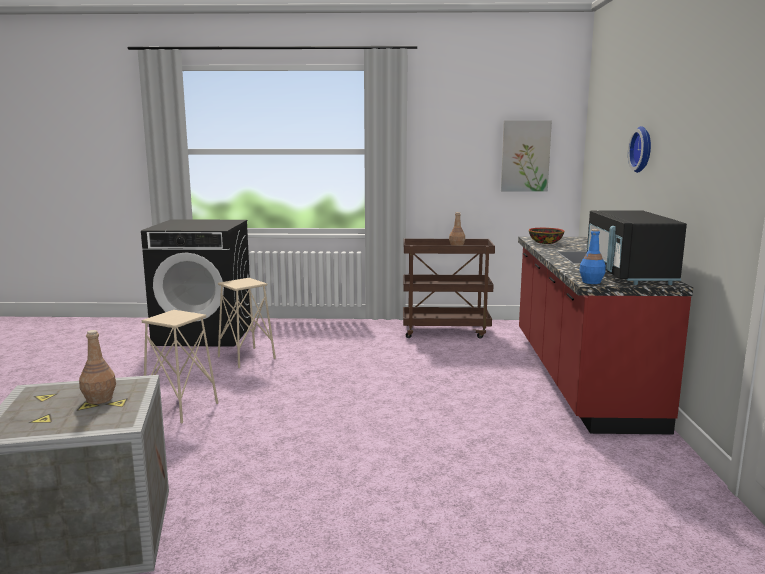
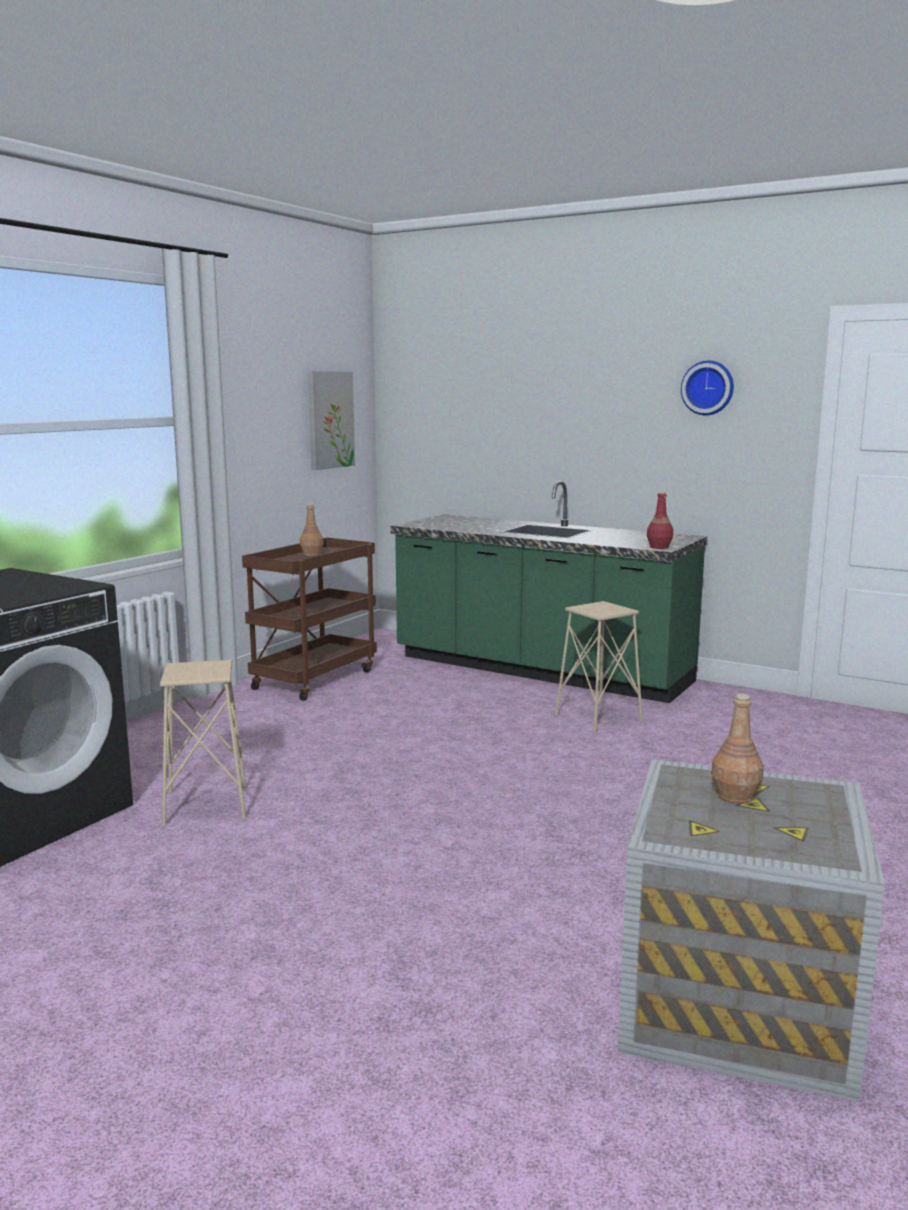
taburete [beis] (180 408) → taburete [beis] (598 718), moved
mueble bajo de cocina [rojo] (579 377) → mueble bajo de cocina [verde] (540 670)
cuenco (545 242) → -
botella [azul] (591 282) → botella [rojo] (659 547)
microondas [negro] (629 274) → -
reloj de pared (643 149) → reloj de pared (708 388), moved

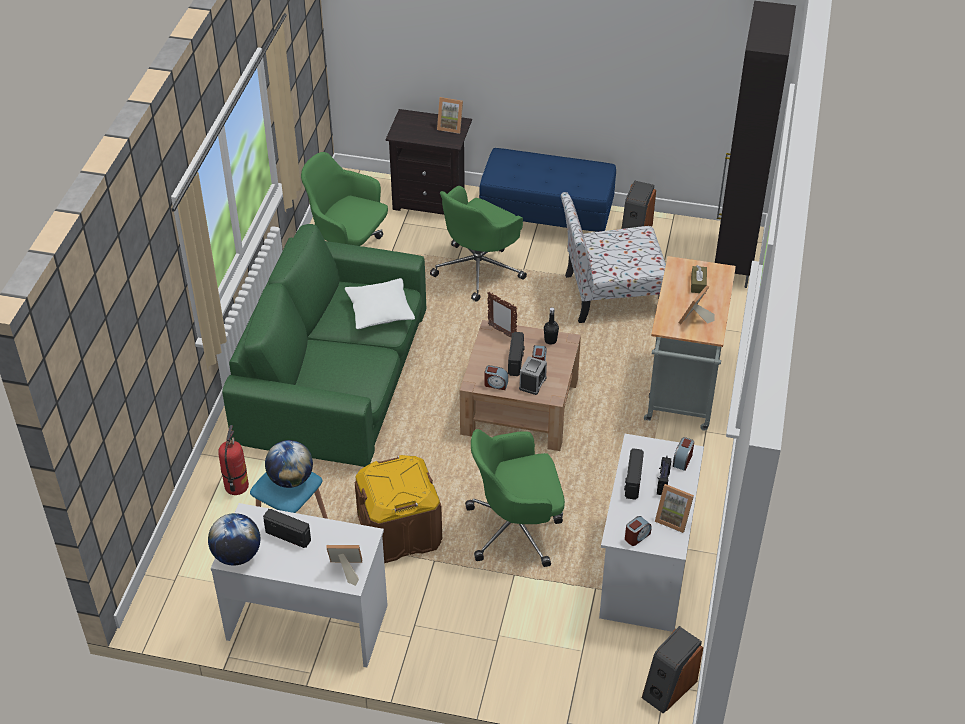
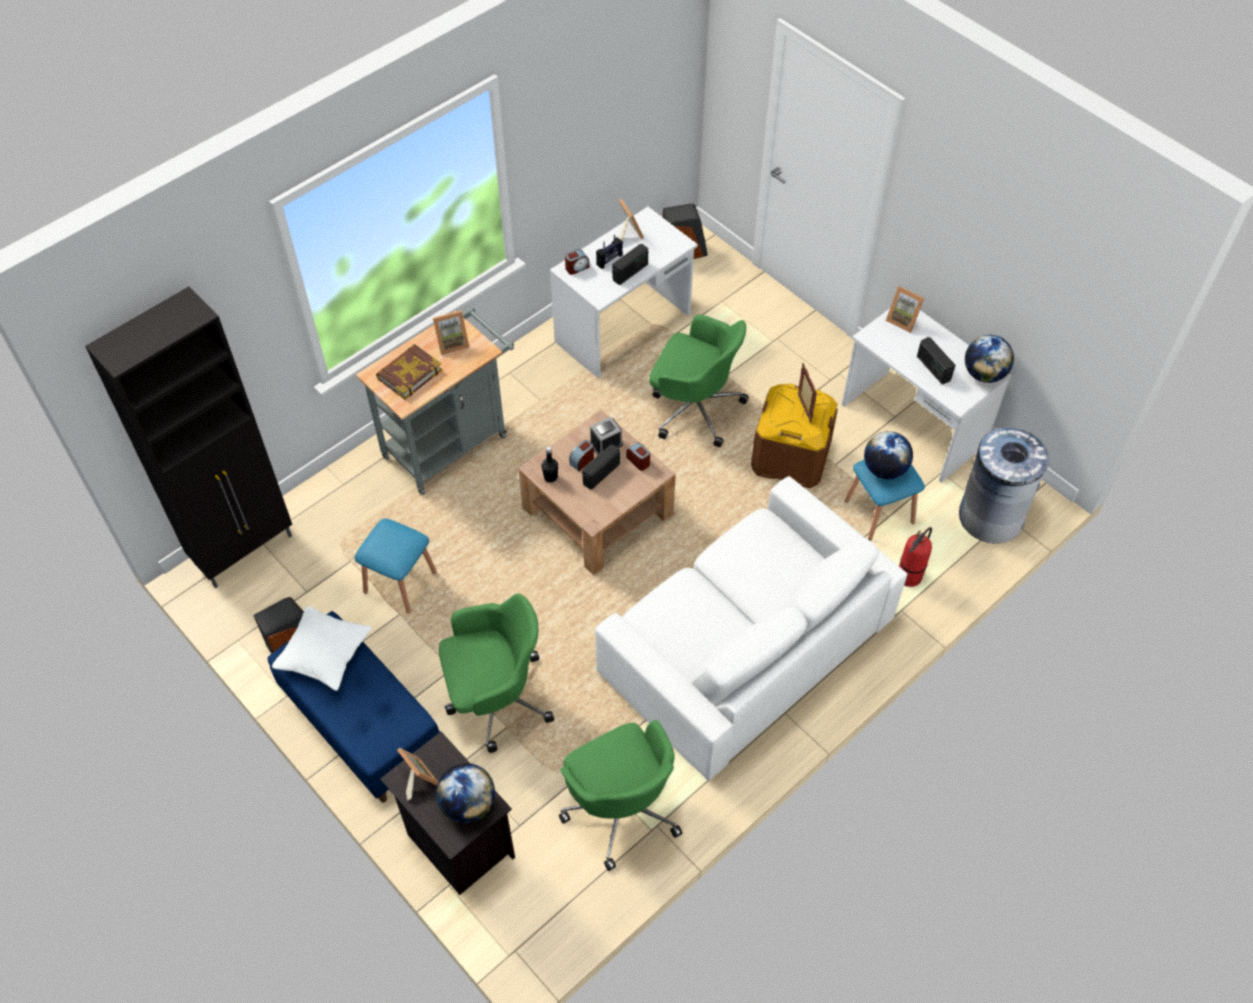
sofá [verde] (335 377) → sofá [blanco] (744 645)
cojín [blanco] (380 311) → cojín [blanco] (324 654), moved
portarretratos (502 332) → portarretratos (804 409), moved
silla (610 295) → taburete [azul] (400 582)
despertador (637 536) → -
caja de pañuelos [marrón] (698 284) → libro (409 374)
- → globo terráqueo (468 804)
- → papelera [gris] (990 516)

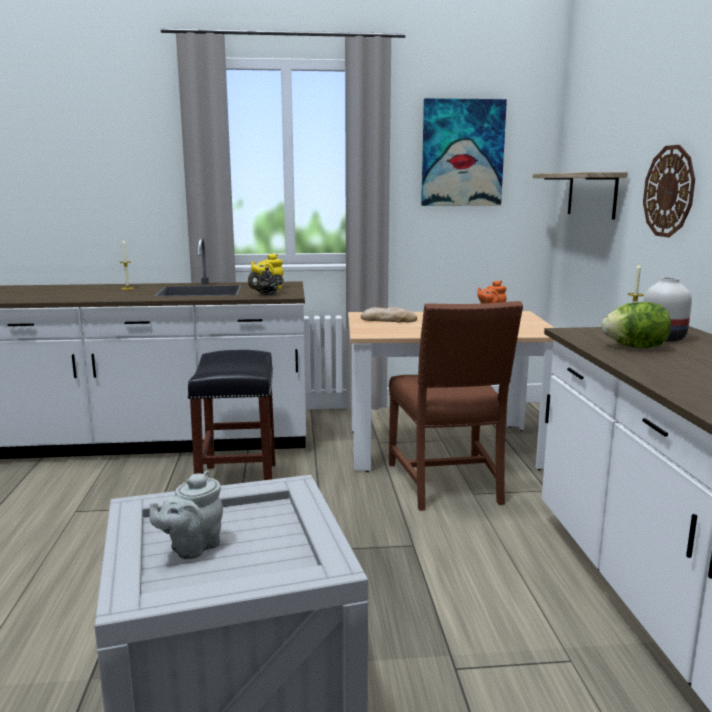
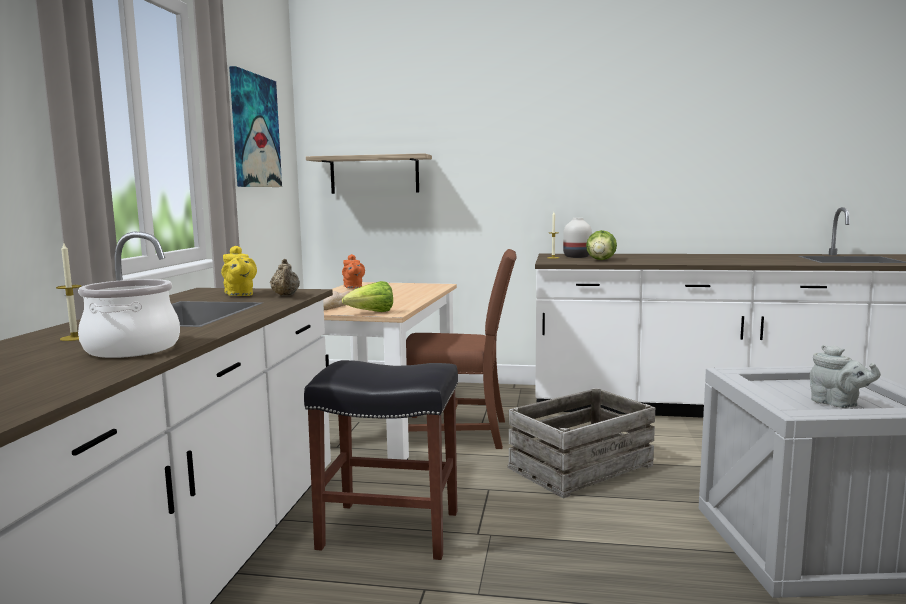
tetera [negro] (266 295) → tetera [beis] (285 295)
reloj de pared (669 191) → -
- → olla (131 349)
- → lechuga (371 313)
- → caja de embalaje (581 467)

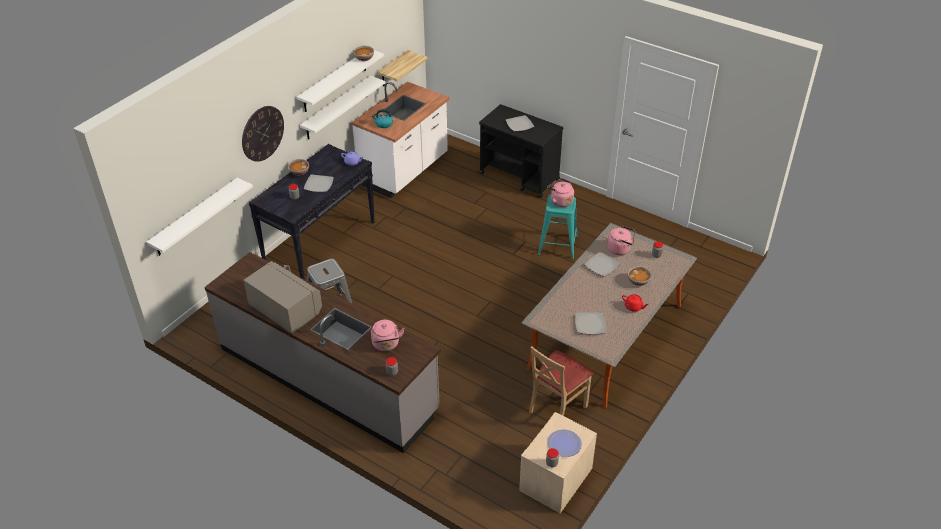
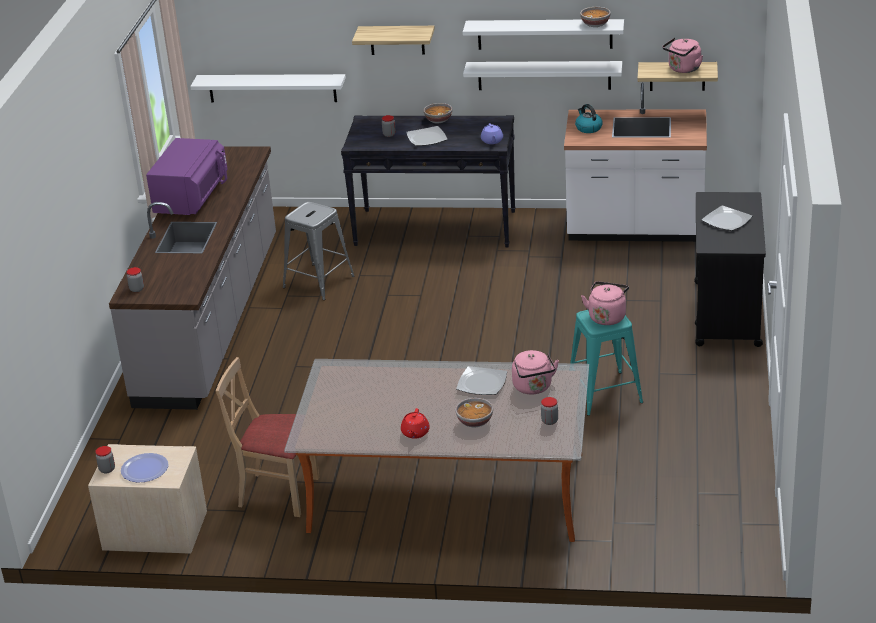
reloj de pared (262 133) → estante (397 40)
microondas [gris] (286 310) → microondas [morado] (192 198)
hervidor [rosa] (386 345) → hervidor [rosa] (683 69), moved
plato (590 324) → -

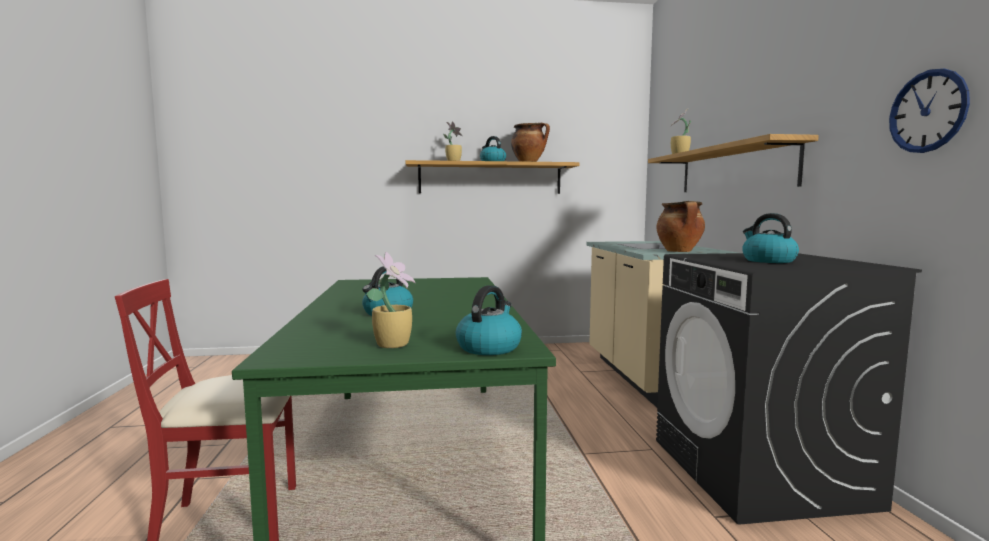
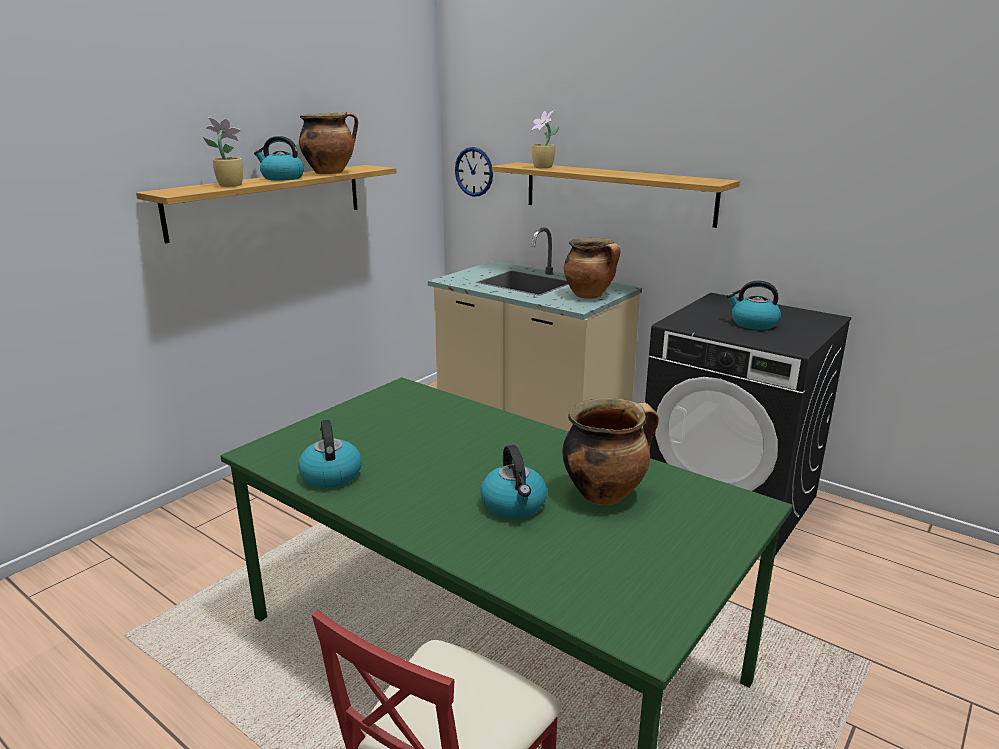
planta en maceta (394 344) → -
hervidor (489 347) → hervidor (331 475), moved
reloj de pared (927 111) → reloj de pared (474 172), moved
- → olla (605 493)

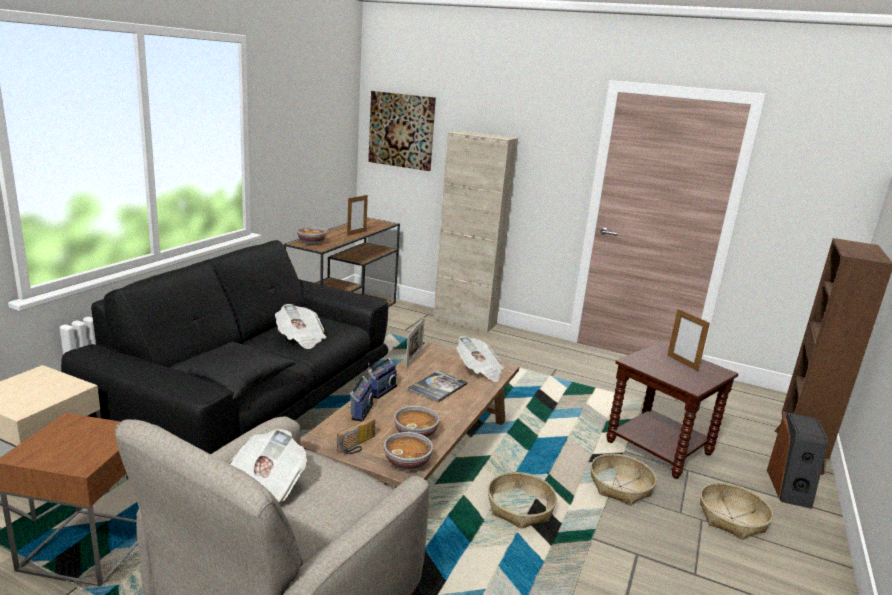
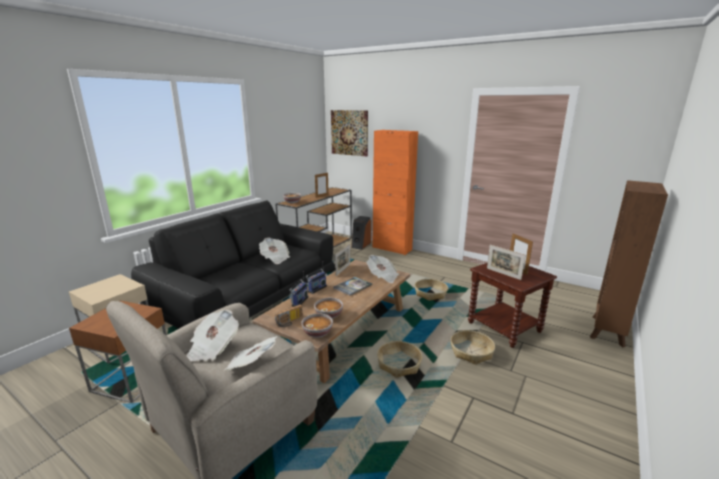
cojín [negro] (233 381) → -
armario [beis] (464 322) → armario [naranja] (392 248)
cesta (732 518) → cesta (430 294), moved
altavoz (790 488) → altavoz (360 245), moved
- → periódico (252 365)
- → portarretratos (503 274)

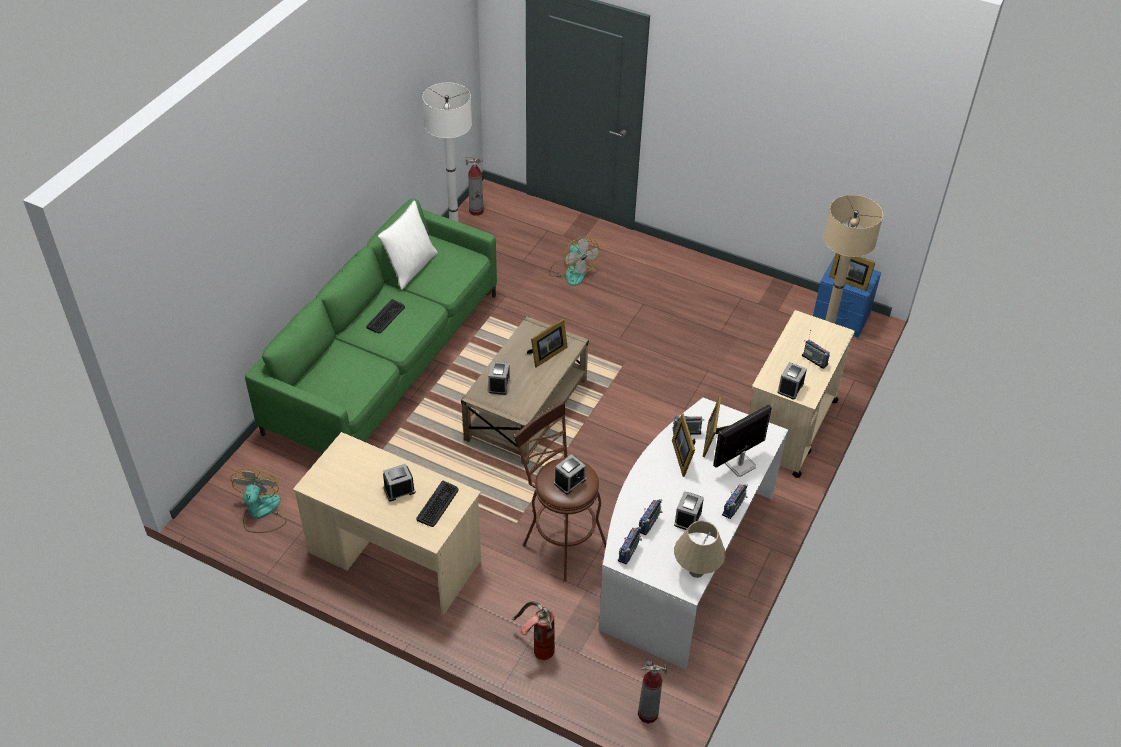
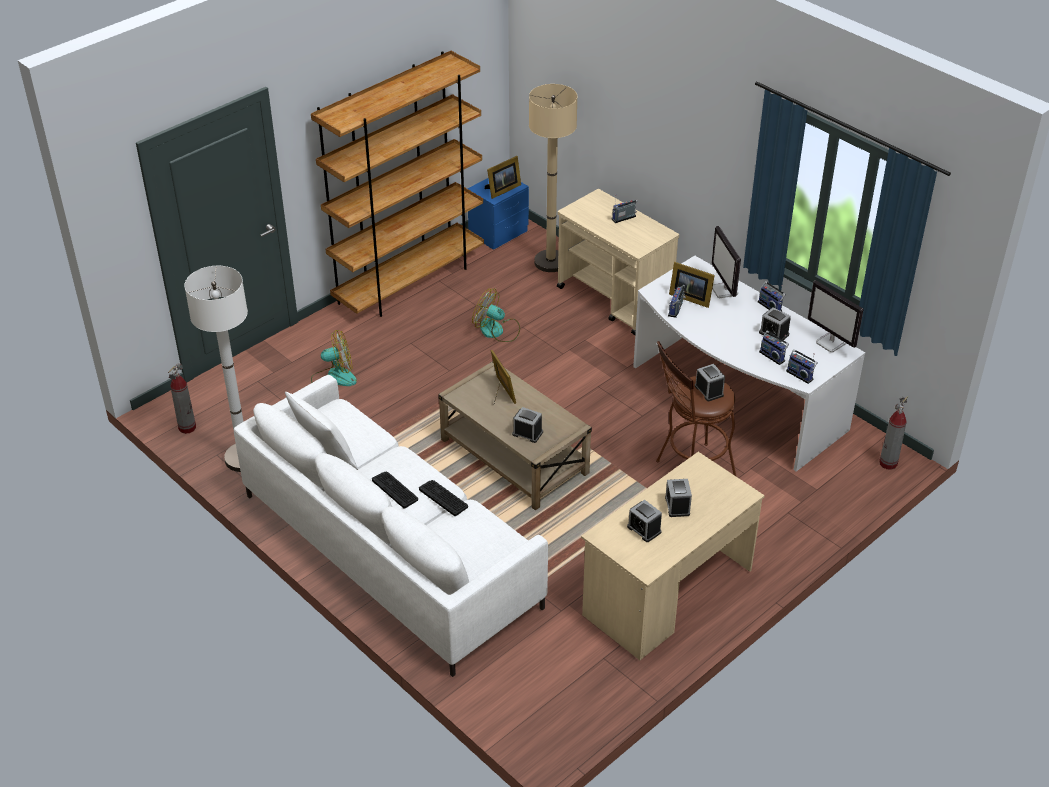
ventilador (261 513) → ventilador (497 331), moved
sofá [verde] (385 362) → sofá [blanco] (391 550)
teclado (438 504) → teclado (443 498), moved
extintor (536 647) → -
portarretratos (683 456) → -
lámpara de mesa [beis] (696 571) → monitor (831 343)
despertador (790 388) → despertador (644 529), moved
- → estantería [marrón] (409 282)

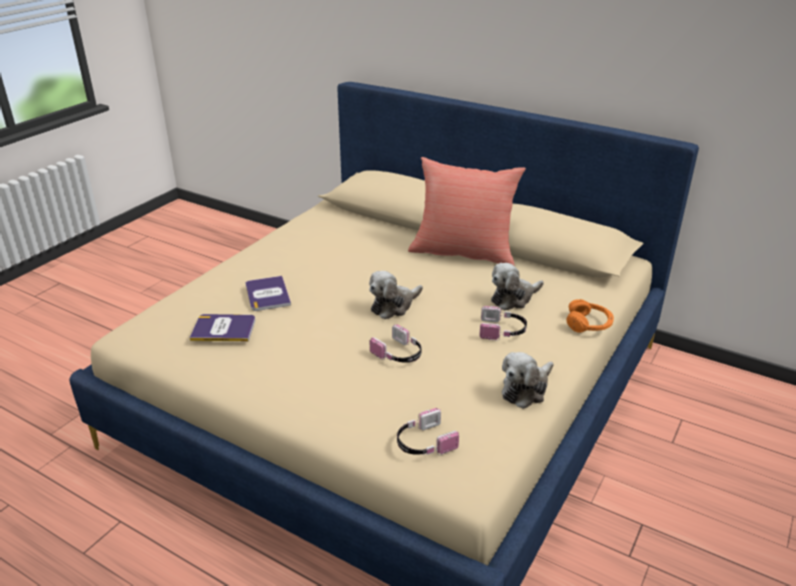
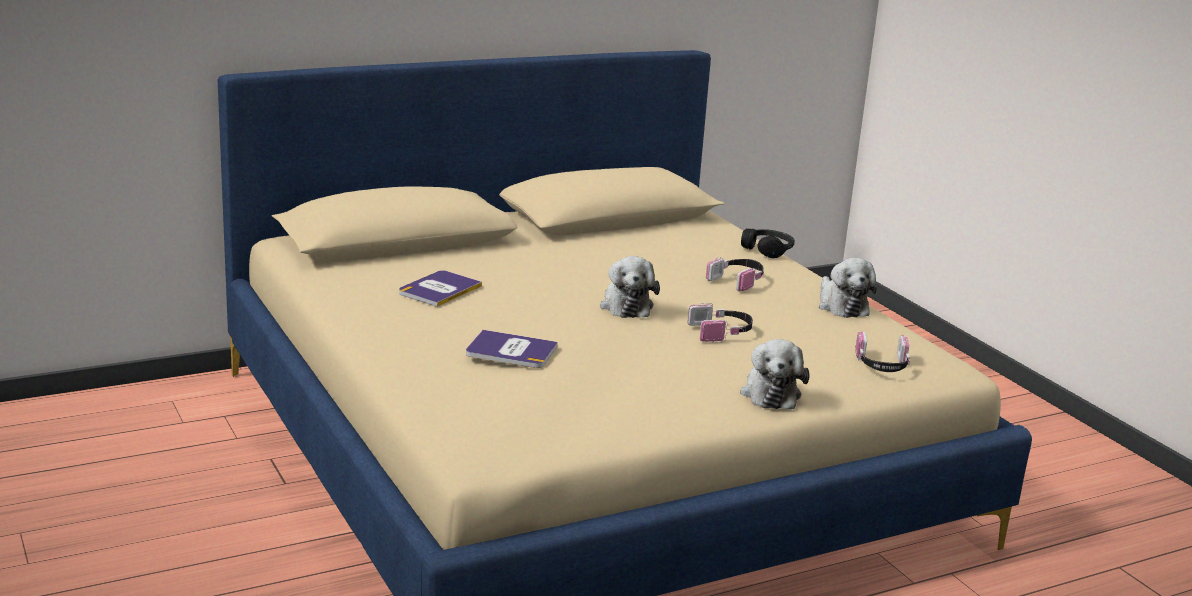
libro (224 329) → libro (439 289), moved
cojín [rojo] (463 252) → -
peluche (513 298) → peluche (770 393), moved
auriculares [naranja] (588 324) → auriculares [negro] (767 250)

